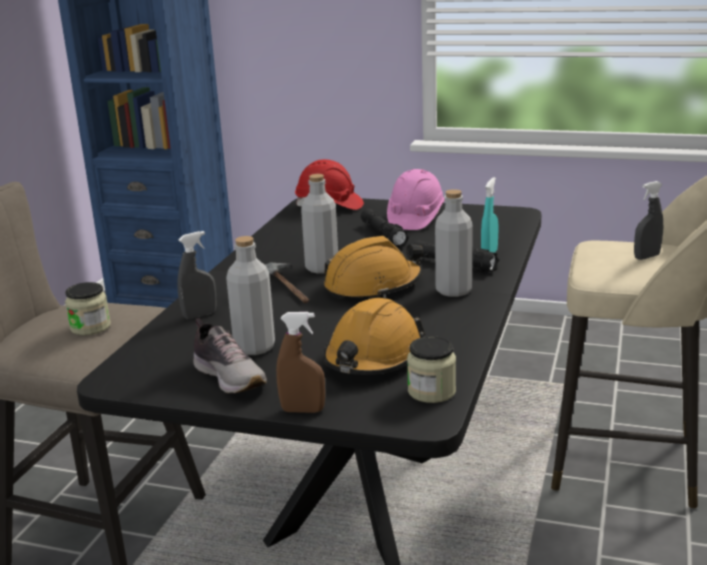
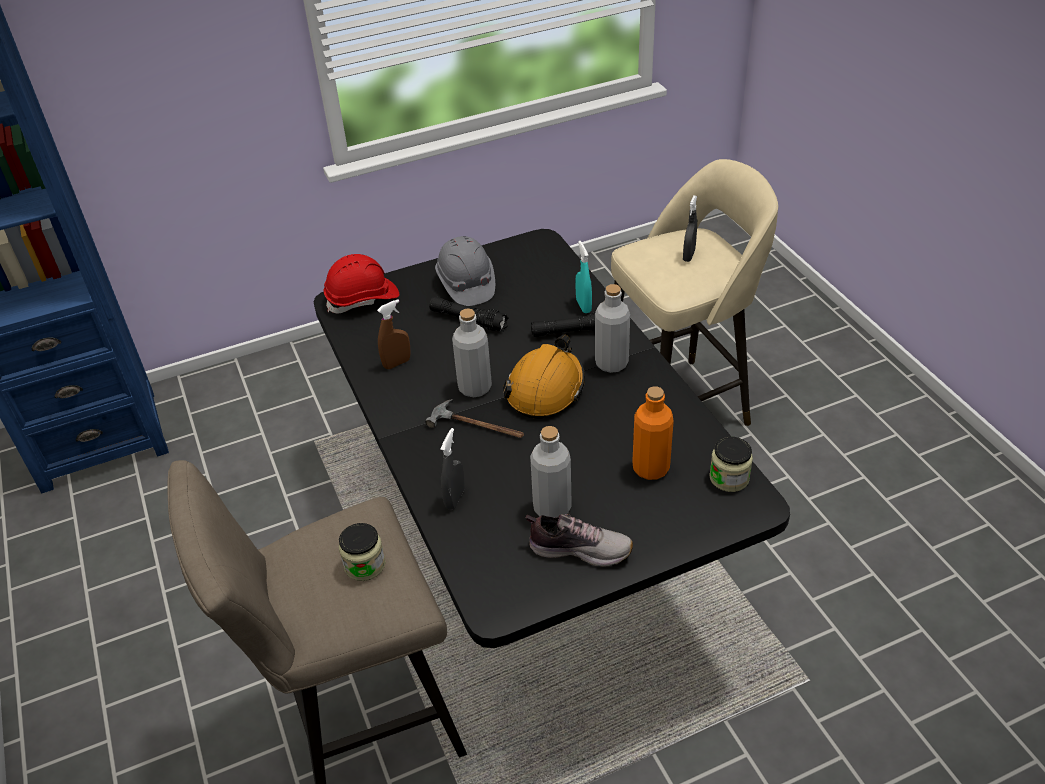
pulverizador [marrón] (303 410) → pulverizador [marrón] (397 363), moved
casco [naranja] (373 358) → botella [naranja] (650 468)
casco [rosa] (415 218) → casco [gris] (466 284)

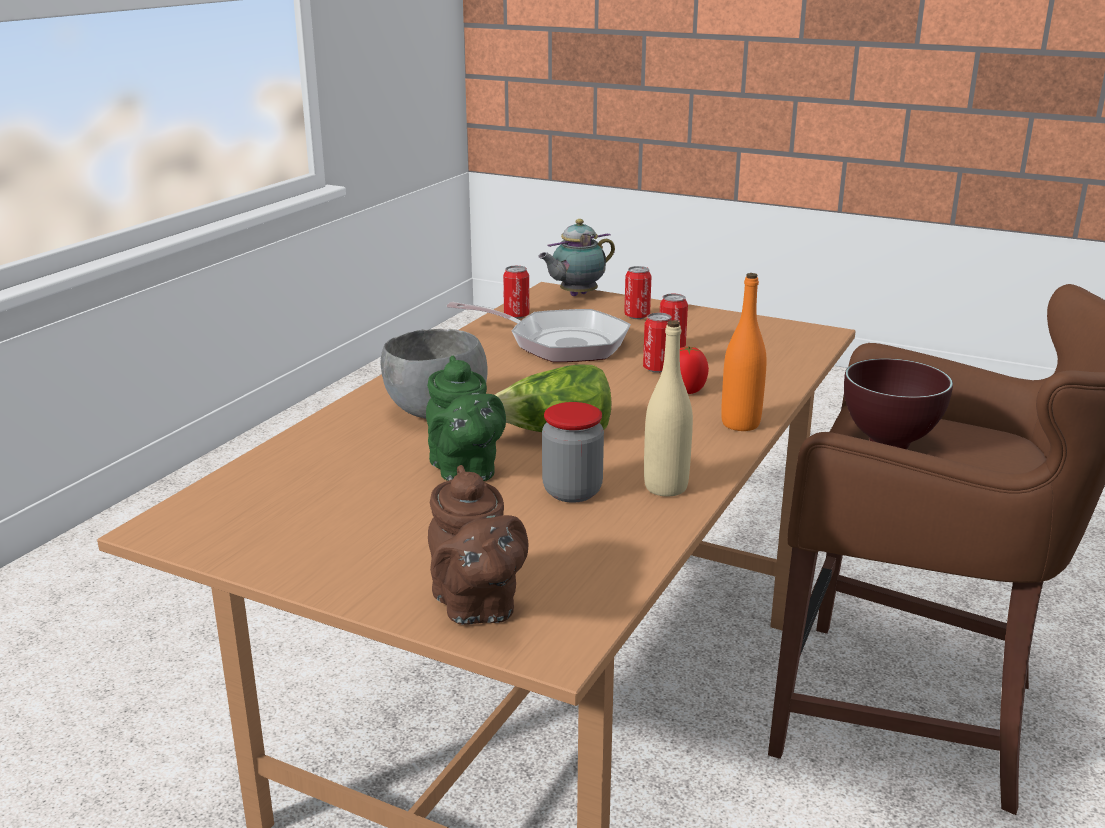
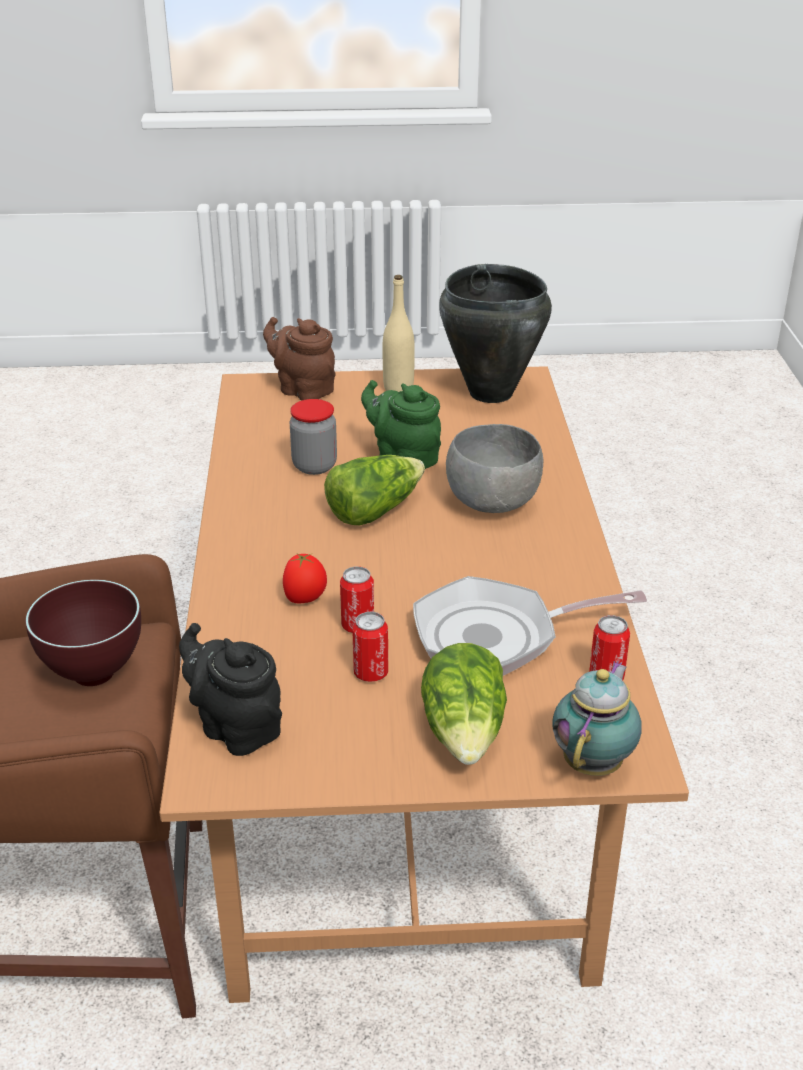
lata (637 316) → lechuga (465 732)
botella [beis] (665 487) → botella [beis] (398 388), moved
botella [naranja] (740 424) → -
- → tetera [negro] (236 728)
- → olla [negro] (490 393)

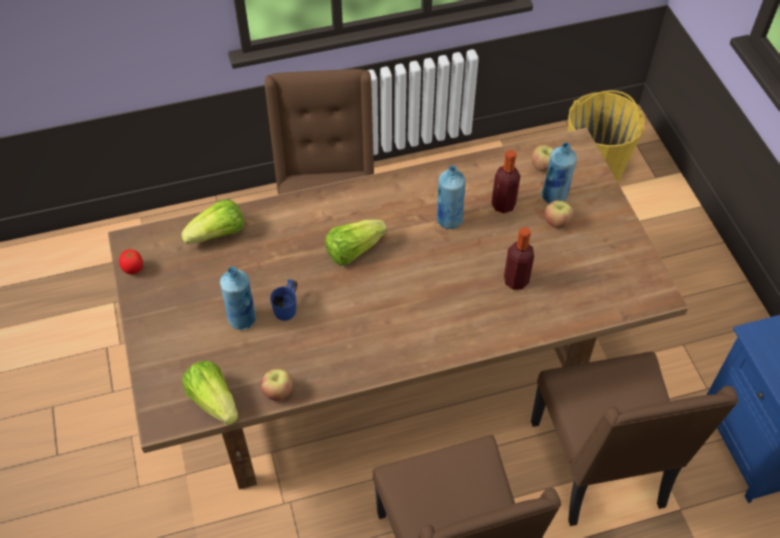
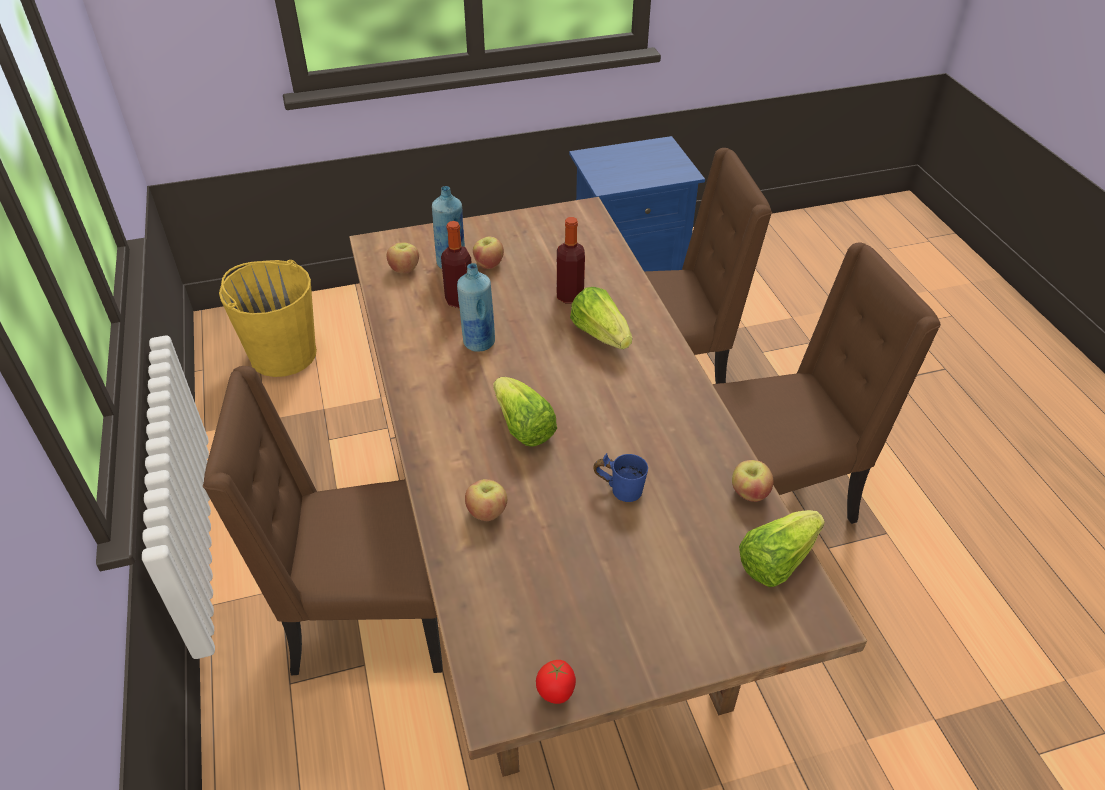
lechuga (218 234) → lechuga (600 334), moved
botella [azul] (242 319) → -
- → manzana (487 512)

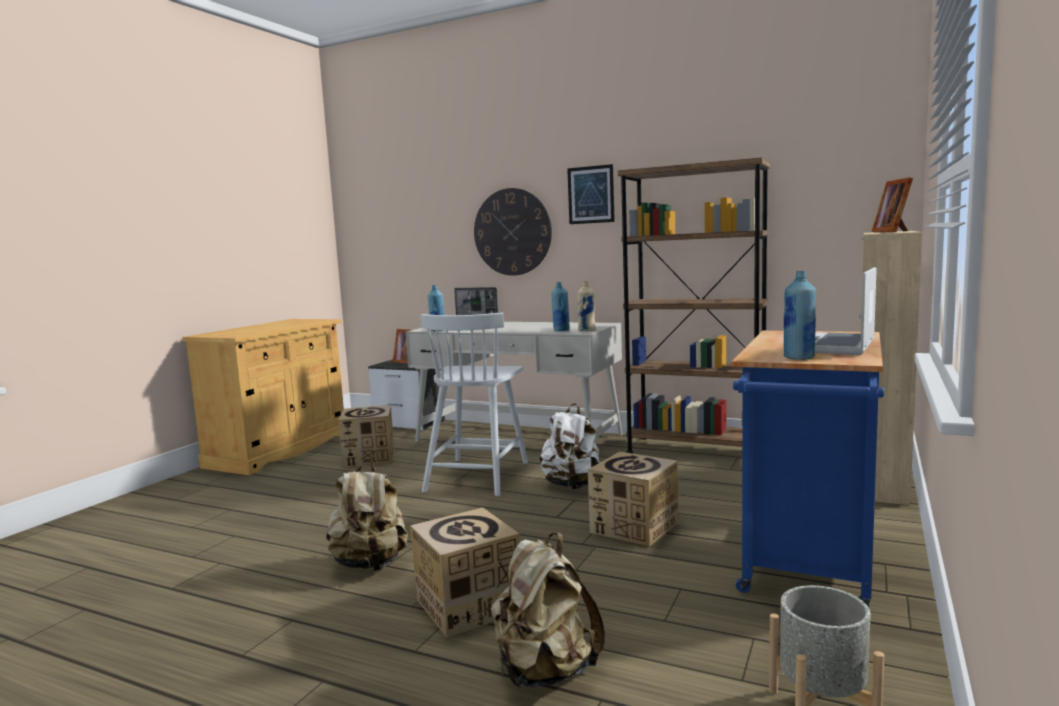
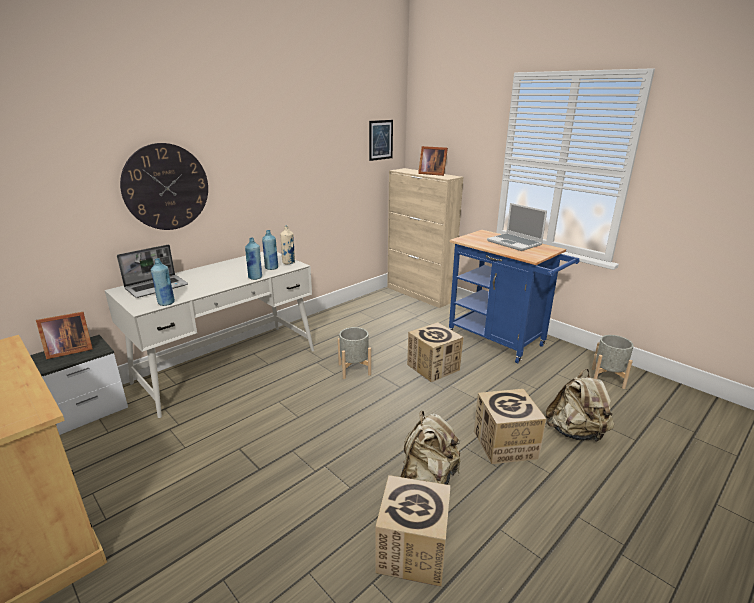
caja de cartón (369 457) → caja de cartón (412 550), moved
silla [blanco] (477 476) → -
mochila [blanco] (572 486) → maceta [gris] (354 369)
cuadro (591 194) → cuadro (380 140), moved
estantería [marrón] (696 450) → -
botella [azul] (799 357) → botella [azul] (255 277), moved

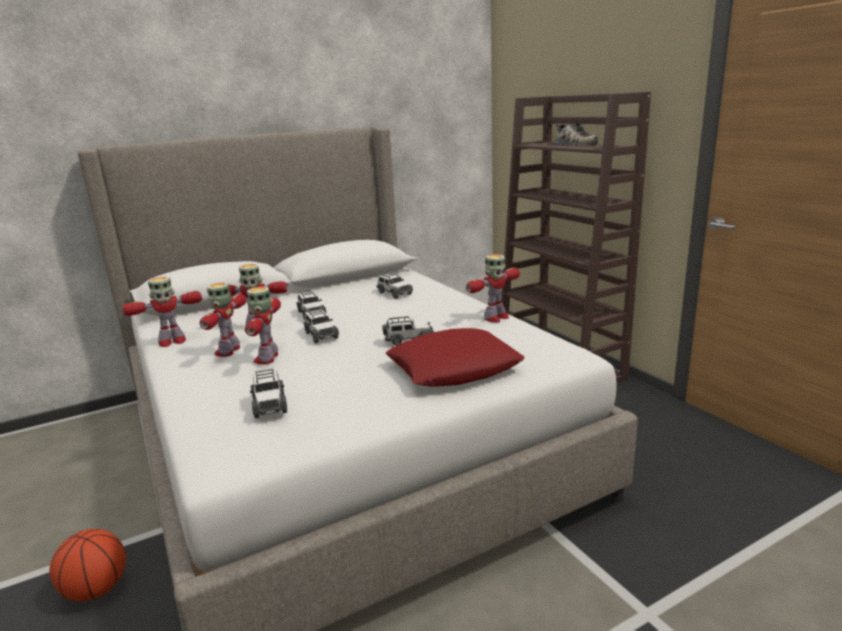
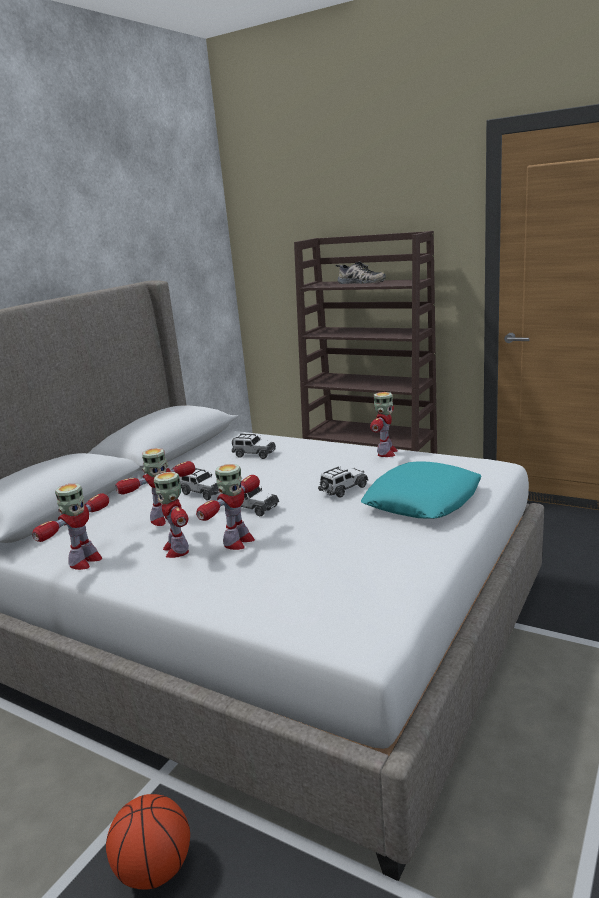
robot de juguete (267 358) → robot de juguete (237 542), 120 degrees counterclockwise
coche de juguete (269 404) → -
cojín [rojo] (454 368) → cojín [turquesa] (422 500)

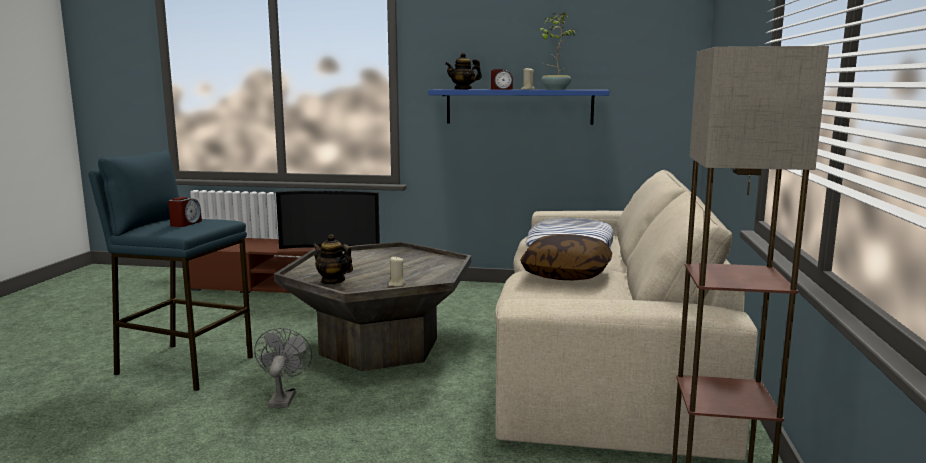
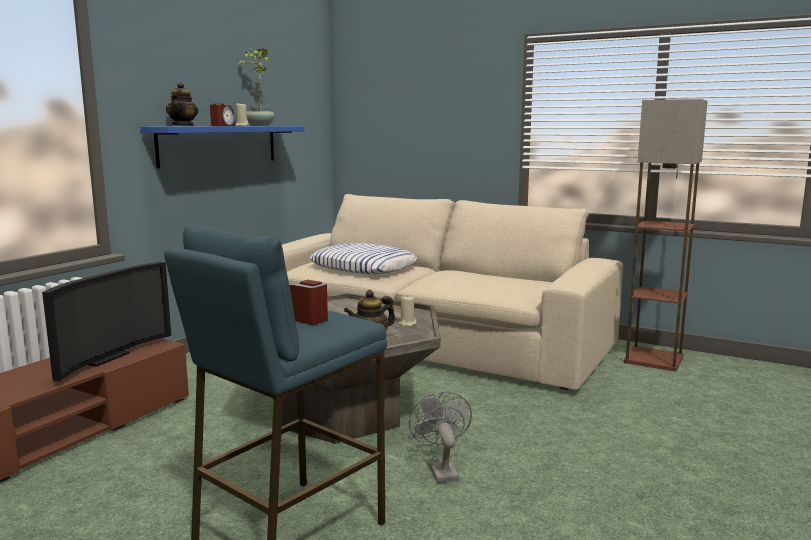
ventilador [gris] (283 398) → ventilador [gris] (441 469), 60 degrees clockwise
cojín (566 274) → -

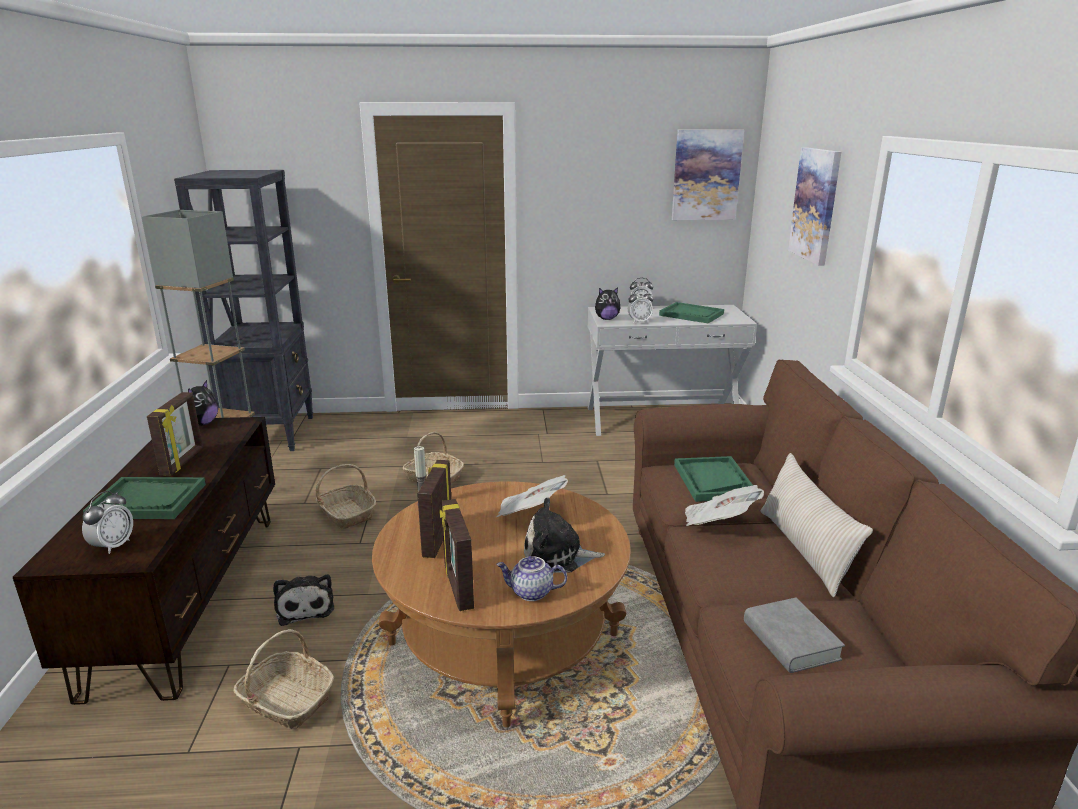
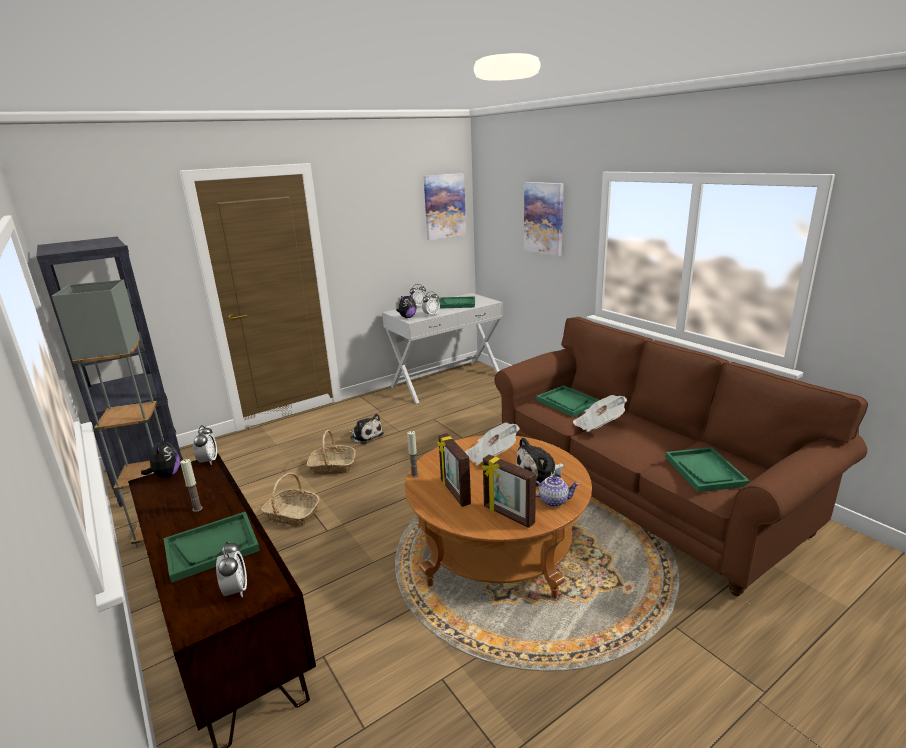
portarretratos (183 462) → vela (197 509)
cesta (286 701) → -
peluche (305 607) → peluche (365 436), moved
tetera (531 593) → tetera (553 501), 150 degrees counterclockwise
libro [gris] (790 641) → bandeja [verde] (705 471)
cojín [beis] (804 549) → -
- → despertador (208 461)

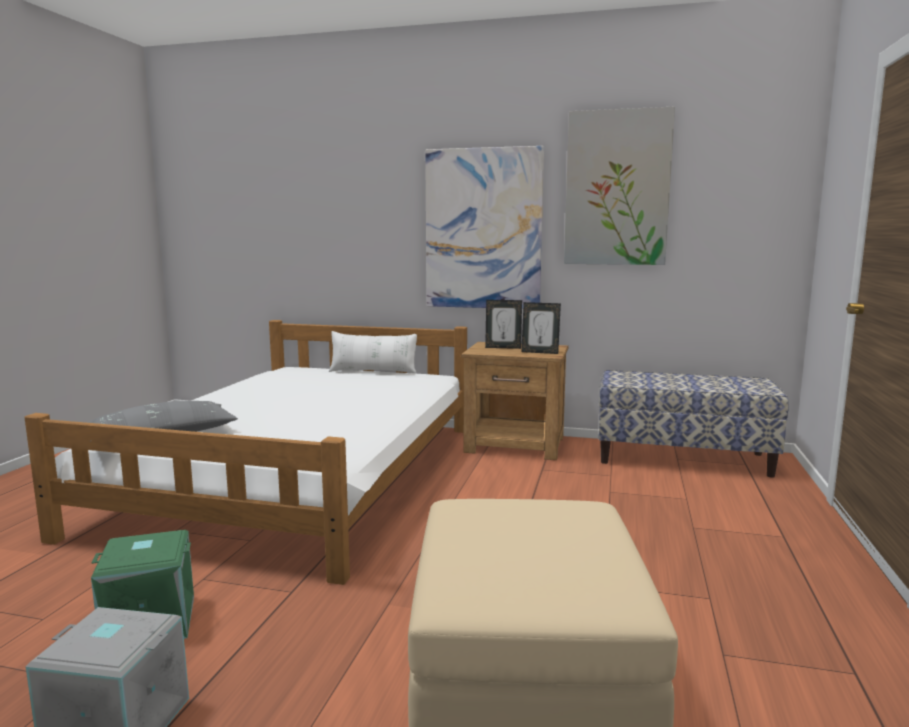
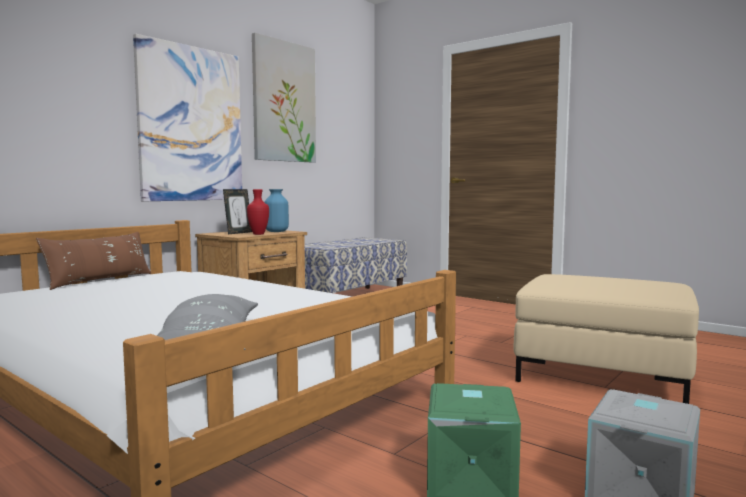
cojín [blanco] (373 371) → cojín [marrón] (100 280)
portarretratos (540 352) → florero [azul] (276 231)
- → florero [rojo] (259 234)

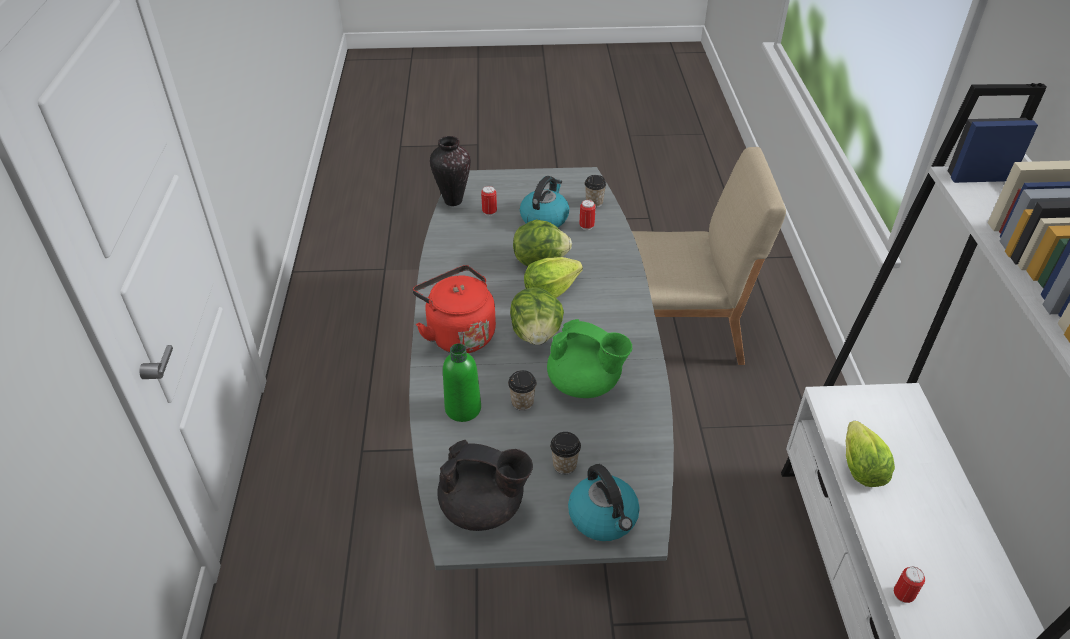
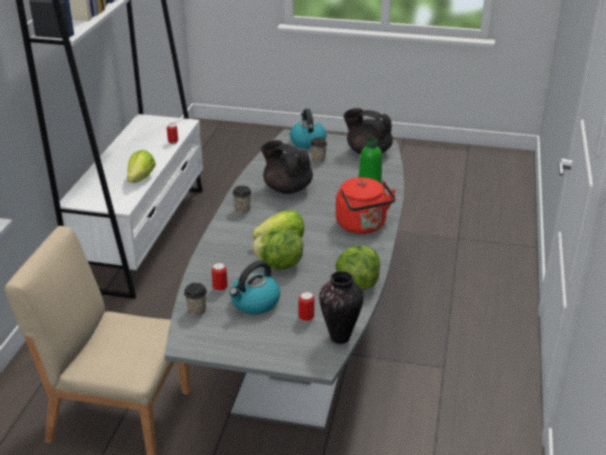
taza (522 403) → taza (242 210), moved
lechuga (536 334) → lechuga (357 283), moved
tetera [verde] (585 384) → tetera [negro] (287 188)

